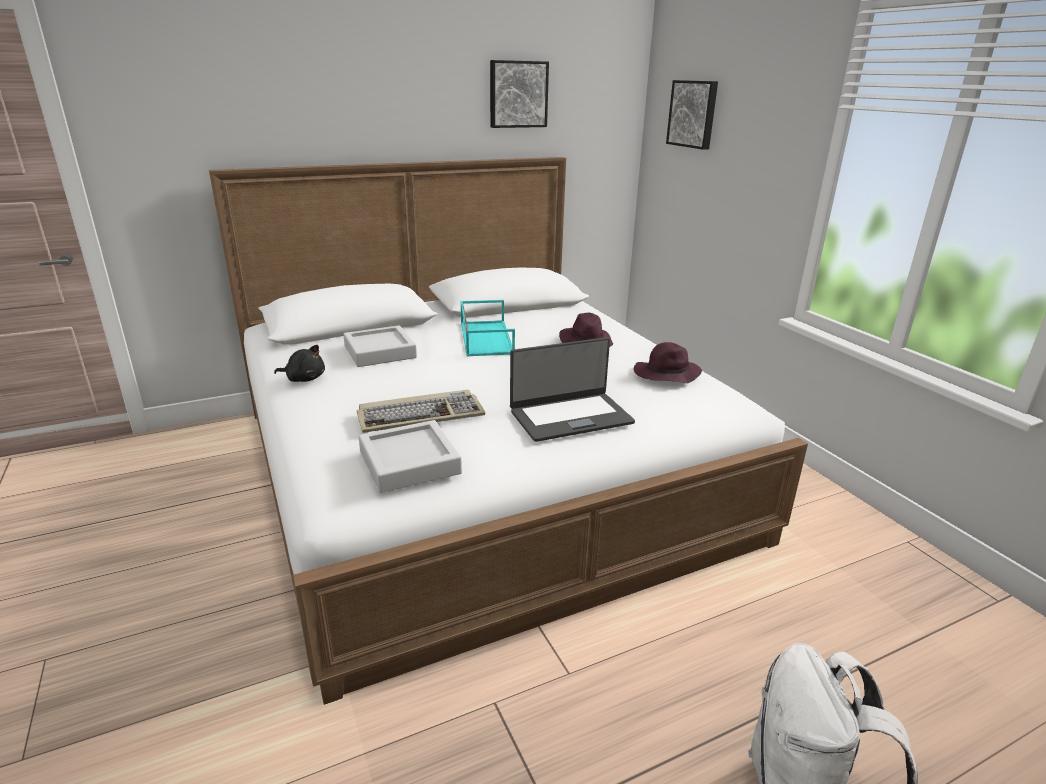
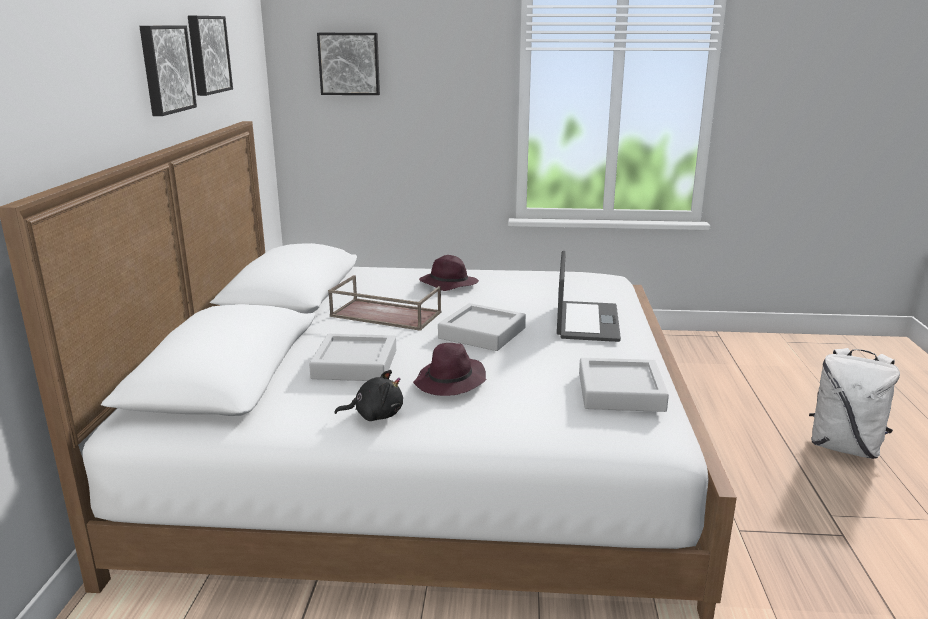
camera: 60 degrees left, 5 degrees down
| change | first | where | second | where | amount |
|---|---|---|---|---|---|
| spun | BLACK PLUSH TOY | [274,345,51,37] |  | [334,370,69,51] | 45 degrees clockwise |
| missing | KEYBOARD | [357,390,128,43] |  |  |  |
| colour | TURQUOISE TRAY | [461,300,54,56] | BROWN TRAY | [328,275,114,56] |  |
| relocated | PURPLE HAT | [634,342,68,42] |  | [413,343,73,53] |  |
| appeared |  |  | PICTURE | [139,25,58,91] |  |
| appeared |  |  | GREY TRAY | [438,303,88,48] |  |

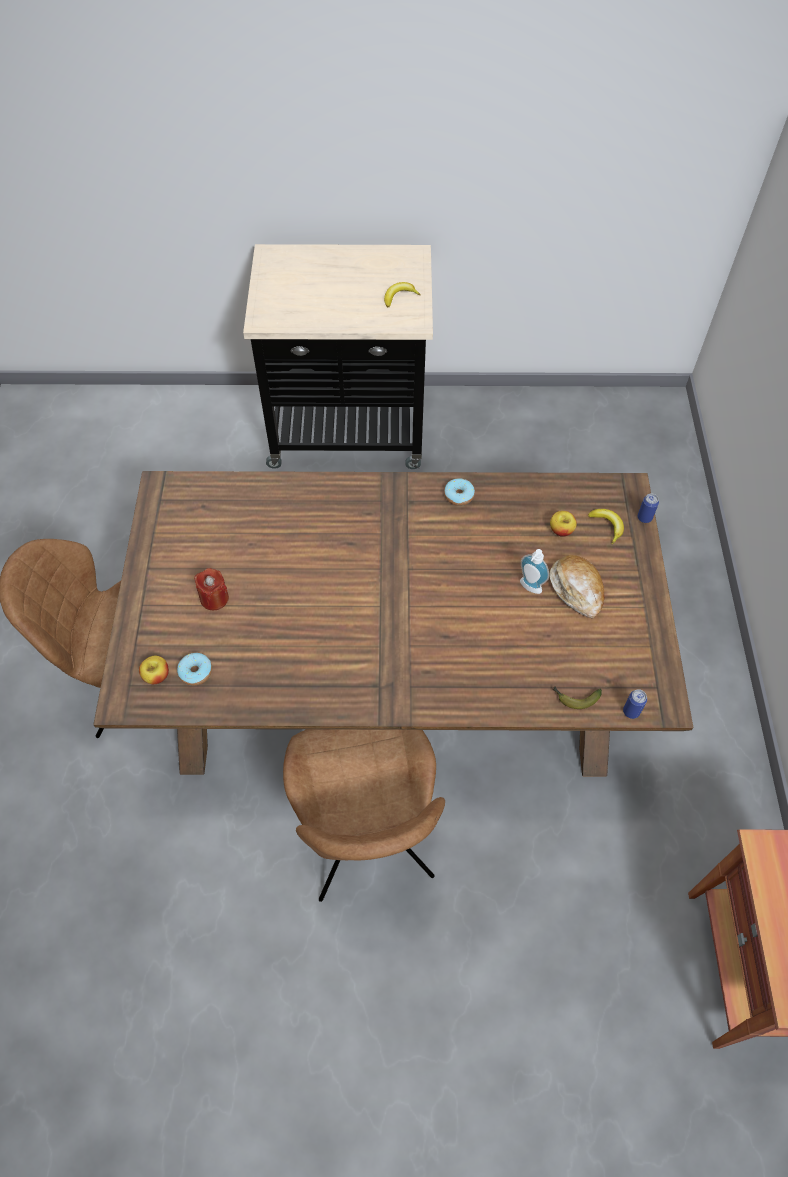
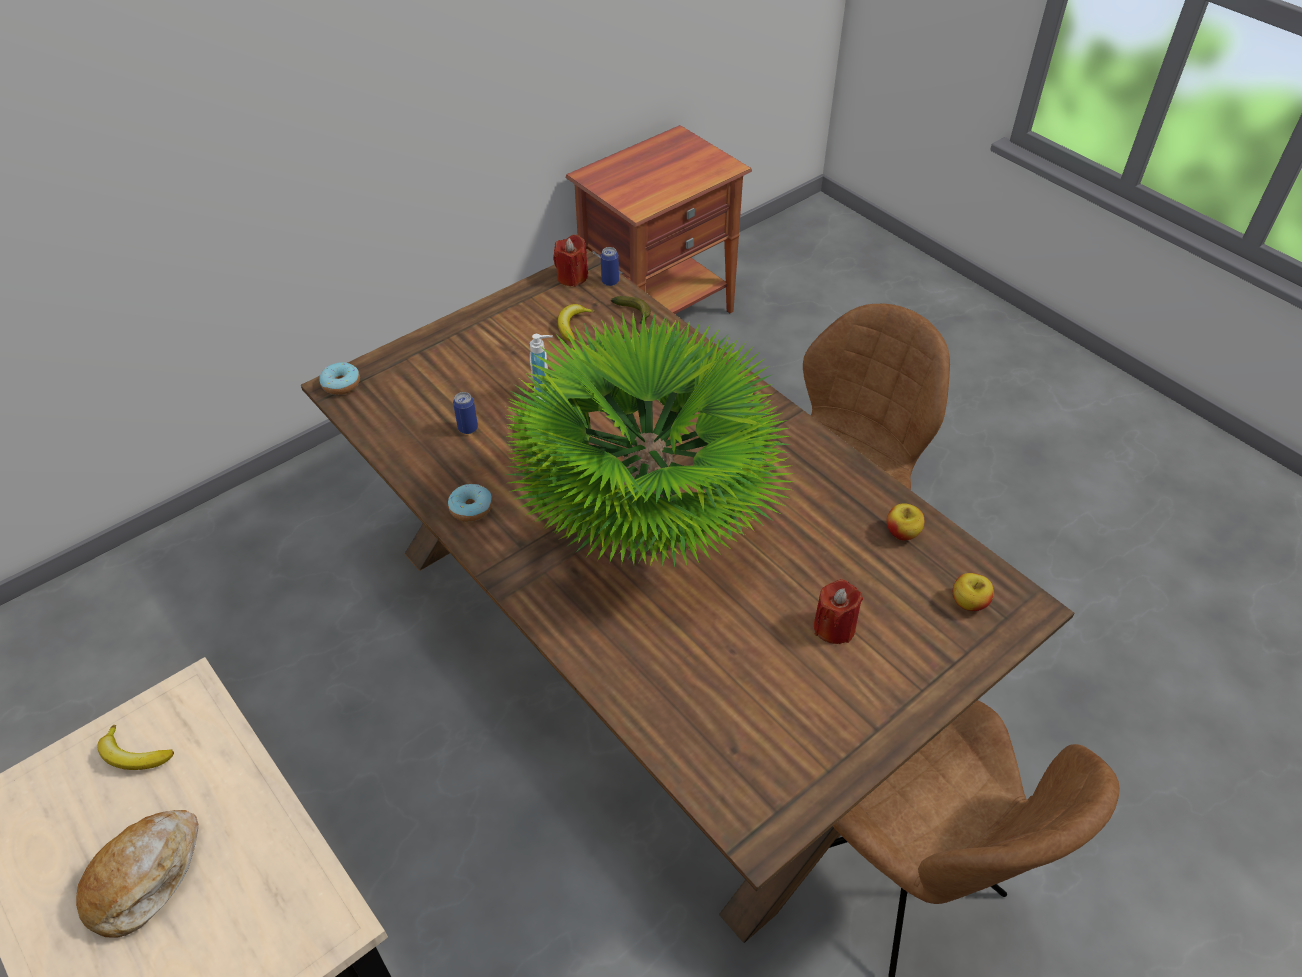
camera: 130 degrees left, 10 degrees down
| change | first | where | second | where | amount |
|---|---|---|---|---|---|
| relocated | DONUT | [177,653,35,33] |  | [319,362,41,33] |  |
| relocated | BREAD | [549,555,56,63] |  | [76,810,122,127] |  |
| relocated | APPLE | [550,511,27,26] |  | [887,503,37,38] |  |
| relocated | BANANA | [588,509,36,35] |  | [558,304,37,38] |  |
| relocated | CAN | [638,493,21,30] |  | [453,392,25,42] |  |
| appeared |  |  | POTTED PLANT | [504,313,290,254] |  |
| appeared |  |  | RED CANDLE | [553,235,35,52] |  |

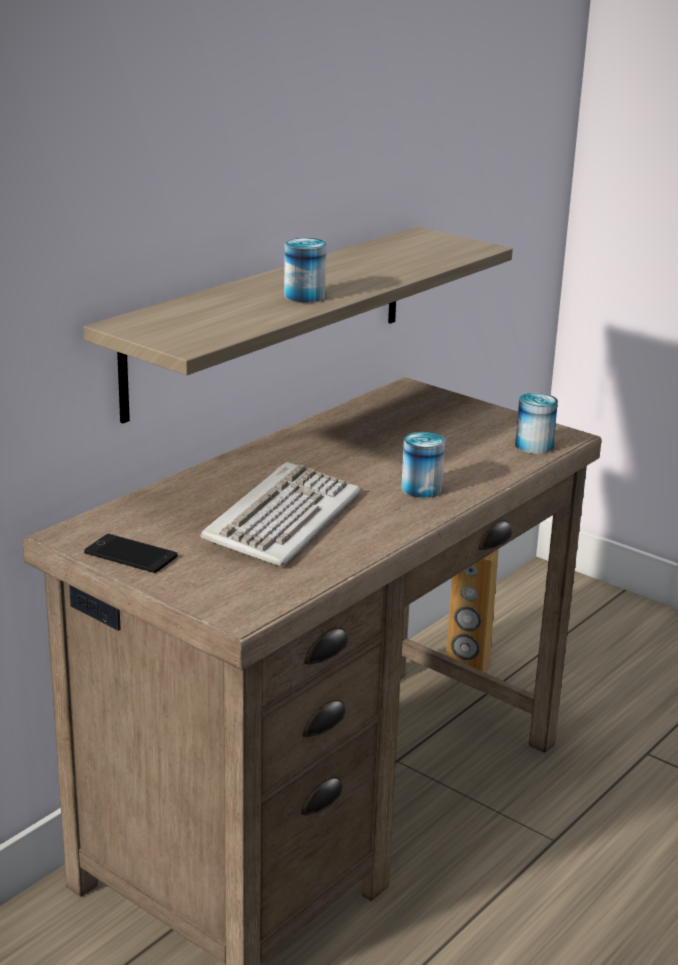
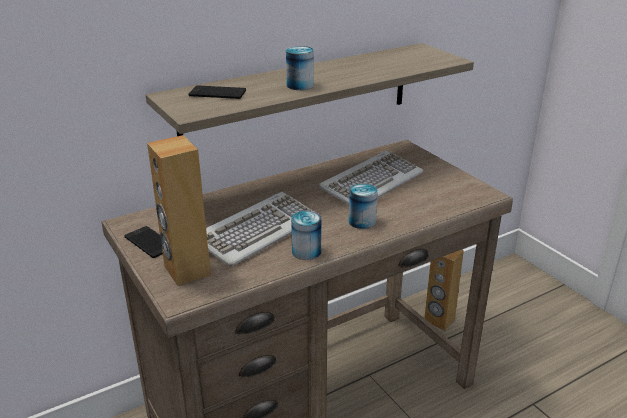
camera: 20 degrees right, 5 degrees up
| change | first | where | second | where | amount |
|---|---|---|---|---|---|
| relocated | CAN | [515,393,43,61] |  | [291,211,31,49] |  |
| appeared |  |  | BROWN SPEAKER | [147,135,64,151] |  |
| appeared |  |  | PHONE | [189,86,57,13] |  |
| appeared |  |  | KEYBOARD | [318,151,106,54] |  |

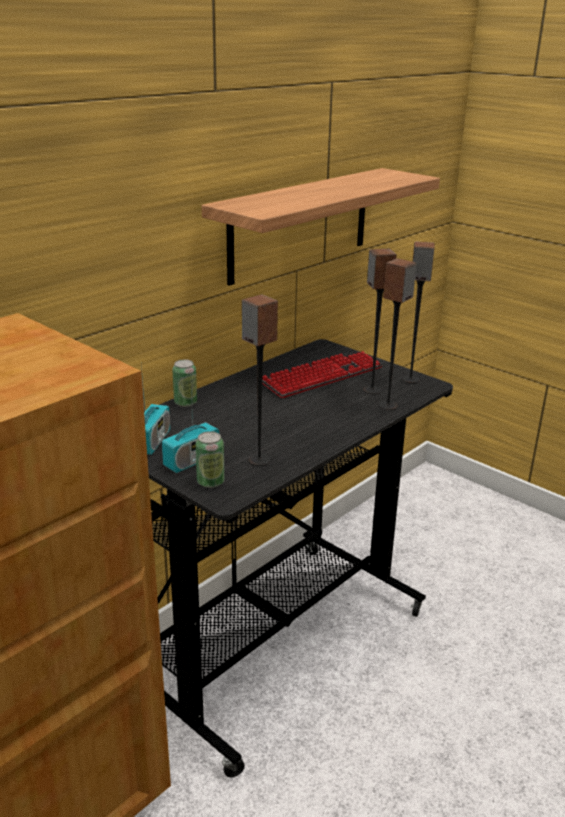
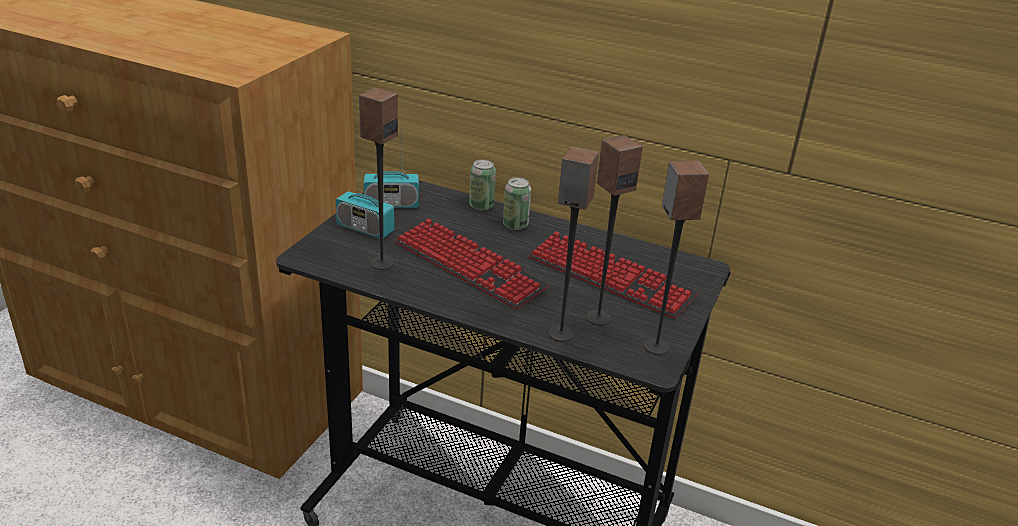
camera: 70 degrees right, 5 degrees up
| change | first | where | second | where | amount |
|---|---|---|---|---|---|
| relocated | CAN | [196,431,29,57] |  | [503,177,28,53] |  |
| missing | SHELF | [202,168,238,118] |  |  |  |
| appeared |  |  | KEYBOARD | [395,218,154,91] |  |

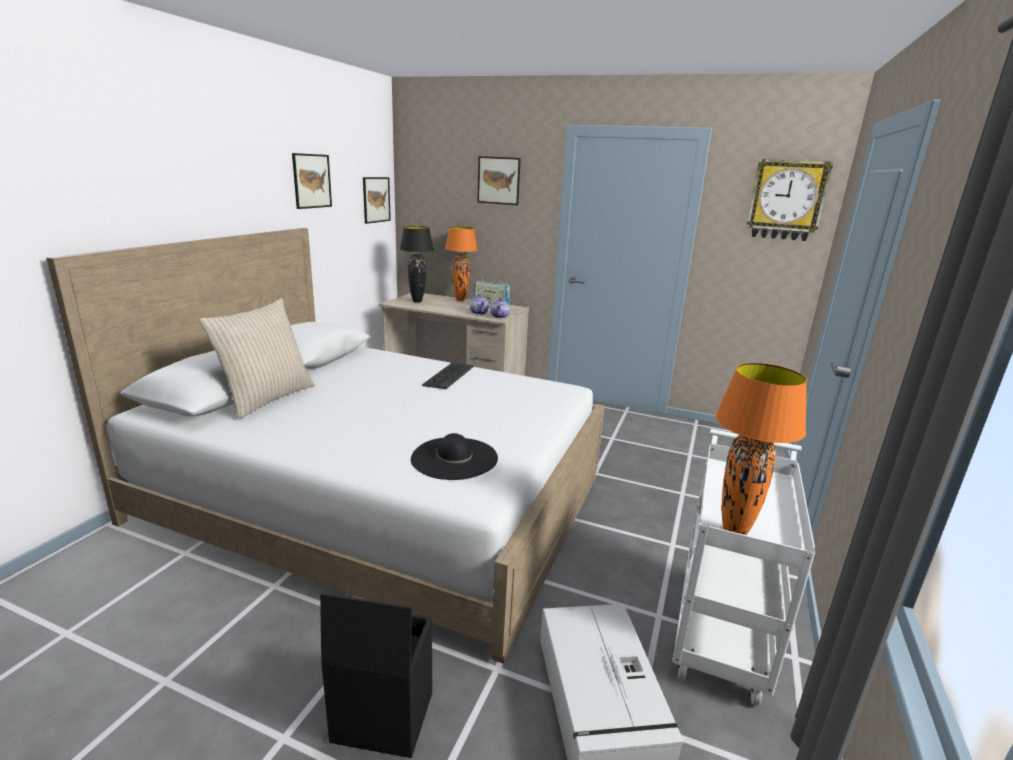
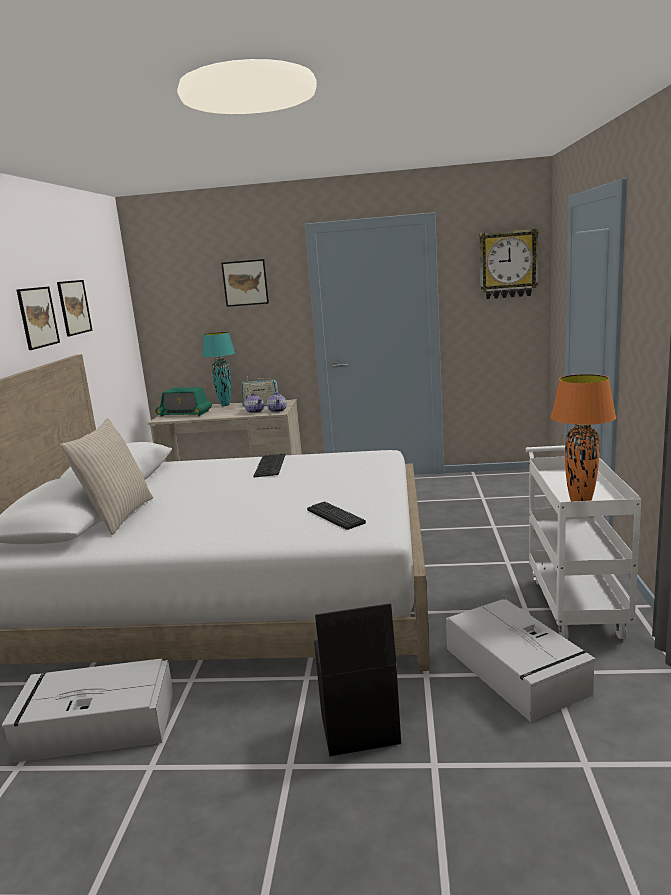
camera: 15 degrees left, 5 degrees down
| change | first | where | second | where | amount |
|---|---|---|---|---|---|
| relocated | PICTURE | [363,177,28,47] |  | [17,287,43,63] |  |
| exchanged | BLACK TABLE LAMP | [400,226,34,77] | RADIO | [155,387,57,30] |  |
| exchanged | BLACK HAT | [411,433,87,47] | KEYBOARD | [307,501,59,29] |  |
| colour | ORANGE TABLE LAMP | [445,227,33,74] | TURQUOISE TABLE LAMP | [202,332,33,74] |  |
| appeared |  |  | GREY STORAGE BOX | [2,658,172,105] |  |

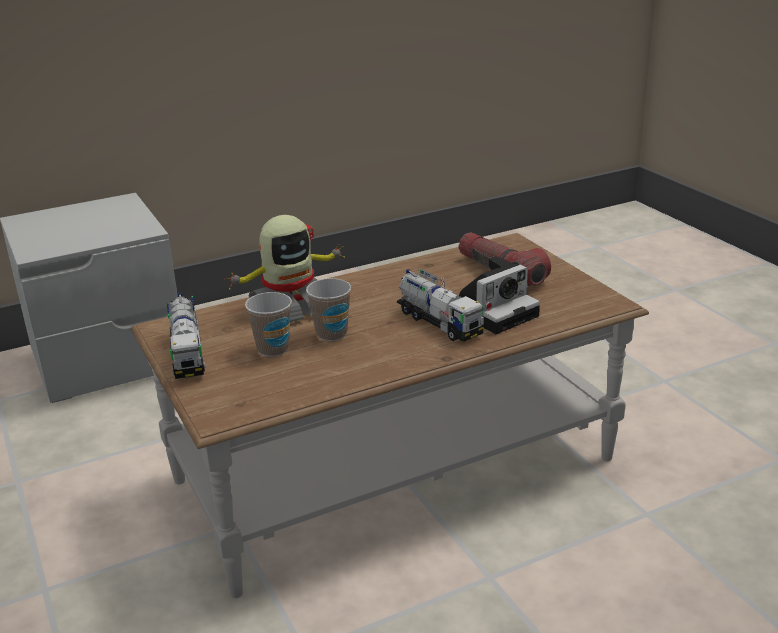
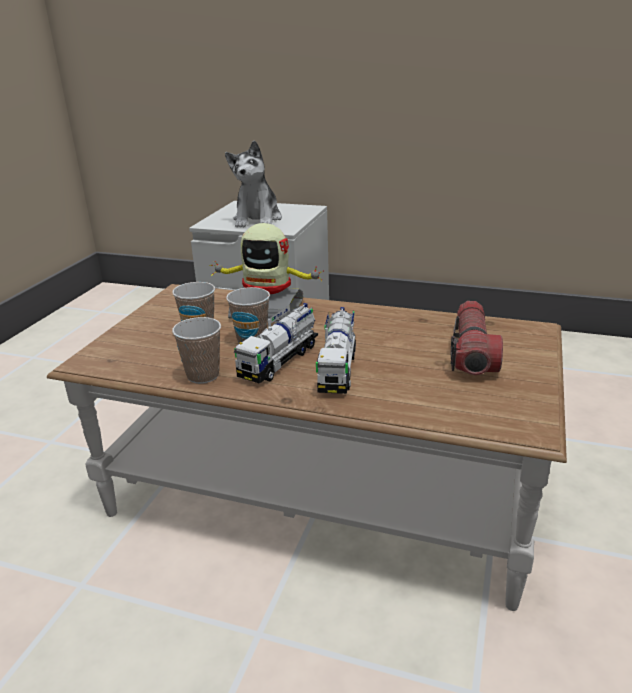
camera: 45 degrees right, 0 degrees up
| change | first | where | second | where | amount |
|---|---|---|---|---|---|
| relocated | TOY TRUCK | [167,293,38,86] |  | [234,303,84,81] |  |
| missing | PHOTO CAMERA | [458,256,82,78] |  |  |  |
| appeared |  |  | CUP | [172,317,49,67] |  |
| appeared |  |  | PLUSH TOY | [225,140,57,87] |  |

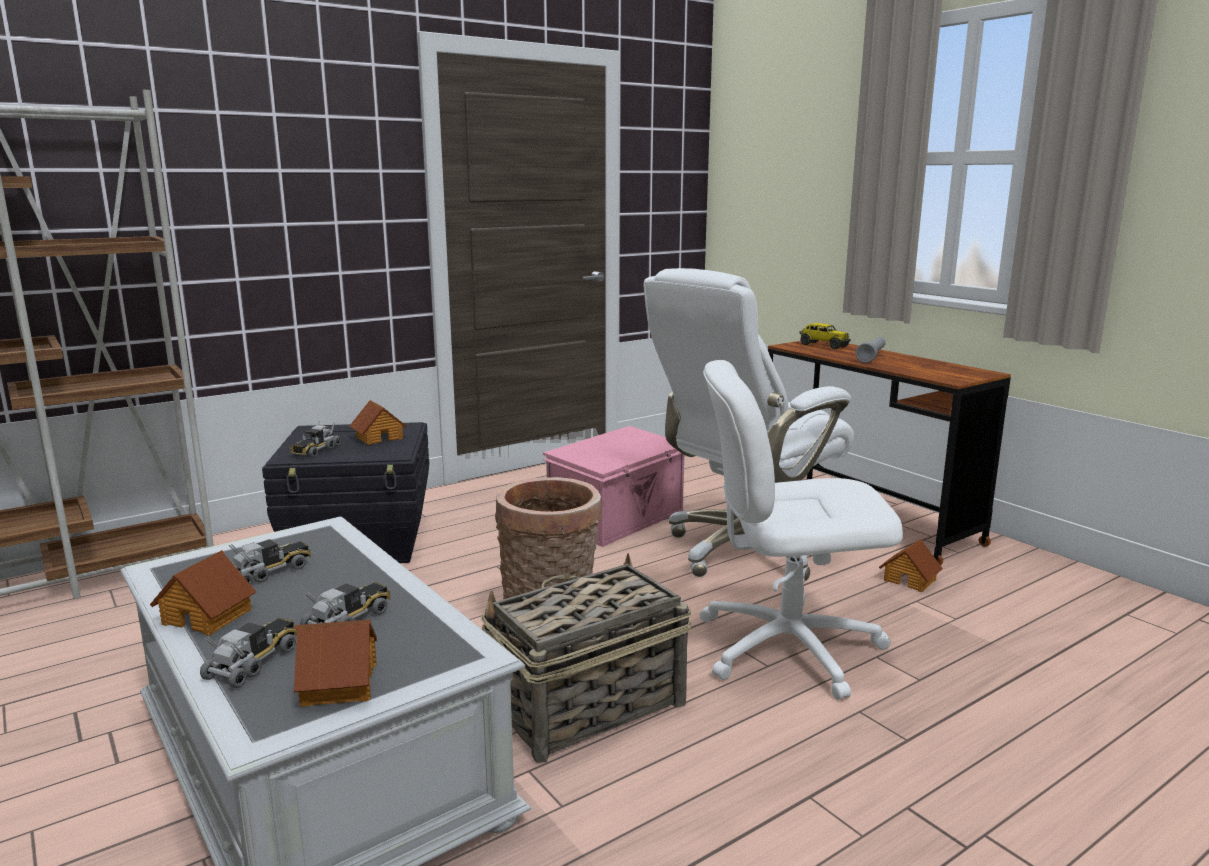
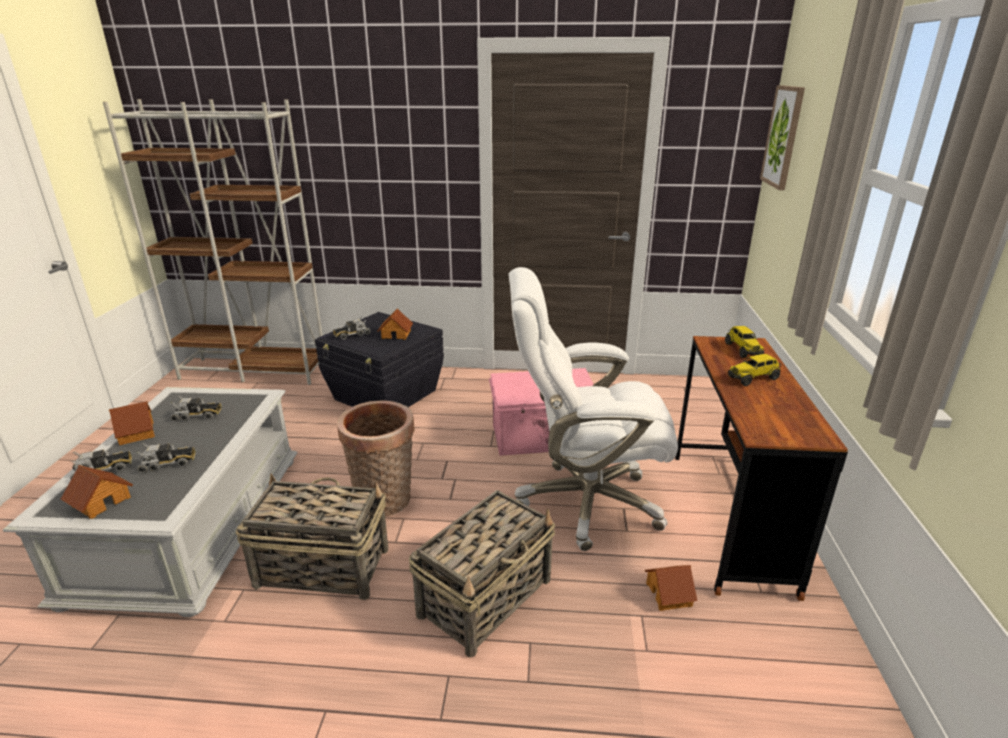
camera: 40 degrees right, 10 degrees up
| change | first | where | second | where | amount |
|---|---|---|---|---|---|
| exchanged | WHITE OFFICE CHAIR | [699,360,204,340] | BASKET | [409,490,146,167] |  |
| exchanged | GREY FLASHLIGHT | [856,337,30,26] | TOY TRUCK | [728,354,54,32] |  |
| appeared |  |  | PICTURE | [760,85,45,105] |  |

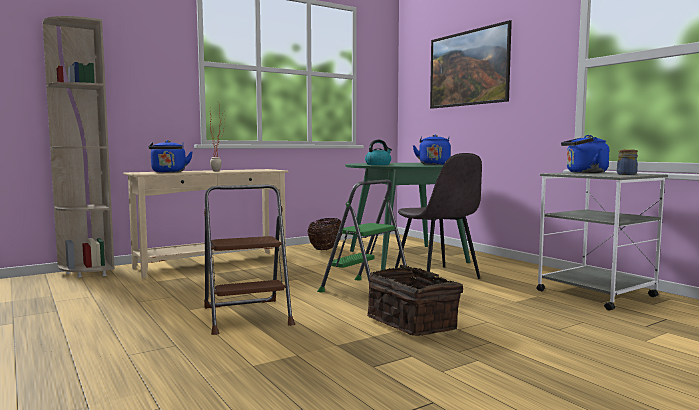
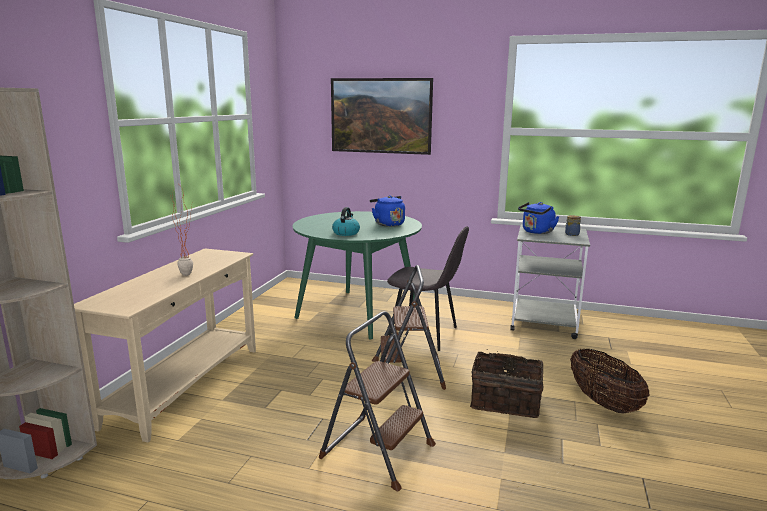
camera: 40 degrees left, 10 degrees up
| change | first | where | second | where | amount |
|---|---|---|---|---|---|
| missing | BLUE KETTLE | [149,140,44,33] |  |  |  |
| relocated | BASKET | [308,218,34,32] |  | [570,349,79,64] |  |
| colour | GREEN STEP LADDER | [317,179,90,114] | BROWN STEP LADDER | [372,265,74,125] |  |

